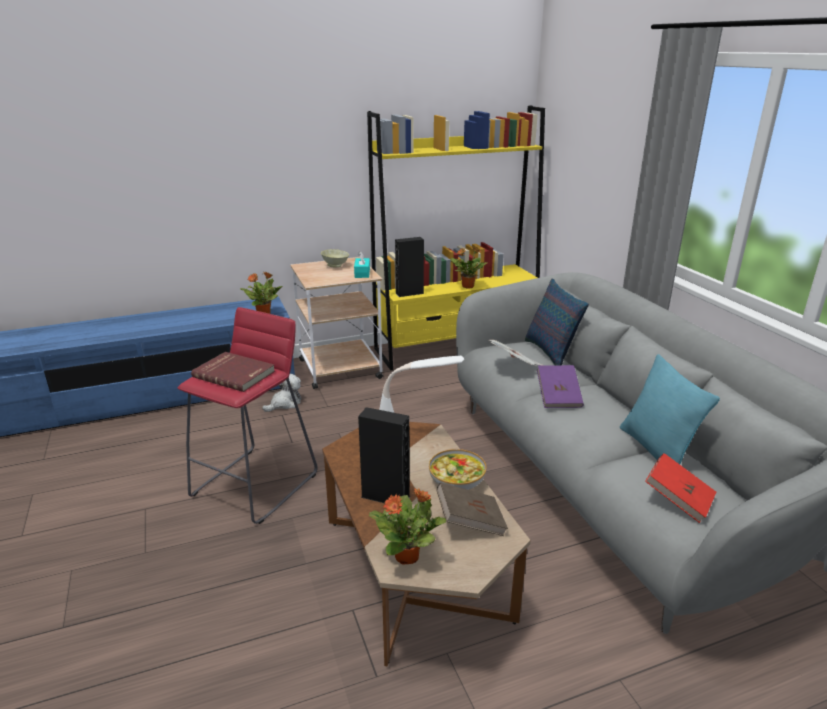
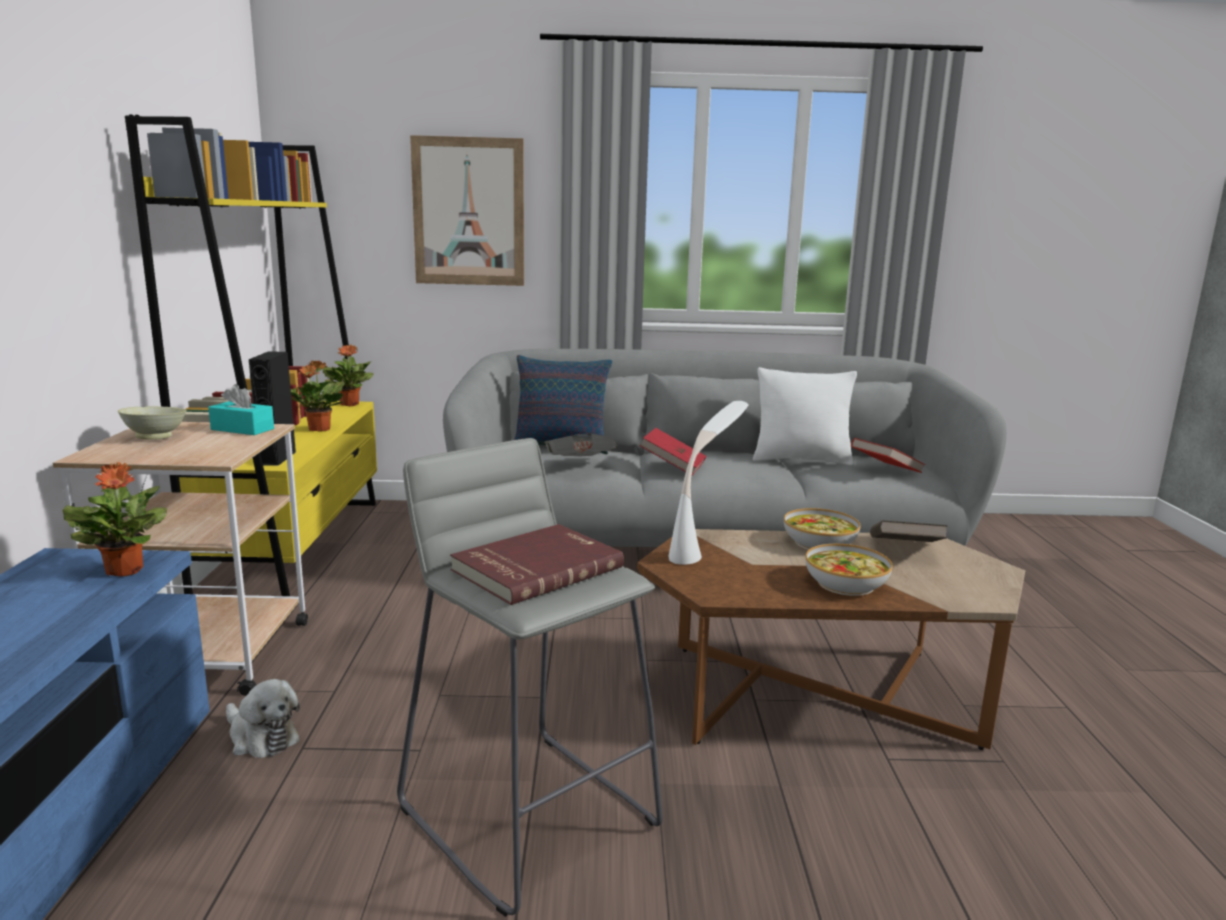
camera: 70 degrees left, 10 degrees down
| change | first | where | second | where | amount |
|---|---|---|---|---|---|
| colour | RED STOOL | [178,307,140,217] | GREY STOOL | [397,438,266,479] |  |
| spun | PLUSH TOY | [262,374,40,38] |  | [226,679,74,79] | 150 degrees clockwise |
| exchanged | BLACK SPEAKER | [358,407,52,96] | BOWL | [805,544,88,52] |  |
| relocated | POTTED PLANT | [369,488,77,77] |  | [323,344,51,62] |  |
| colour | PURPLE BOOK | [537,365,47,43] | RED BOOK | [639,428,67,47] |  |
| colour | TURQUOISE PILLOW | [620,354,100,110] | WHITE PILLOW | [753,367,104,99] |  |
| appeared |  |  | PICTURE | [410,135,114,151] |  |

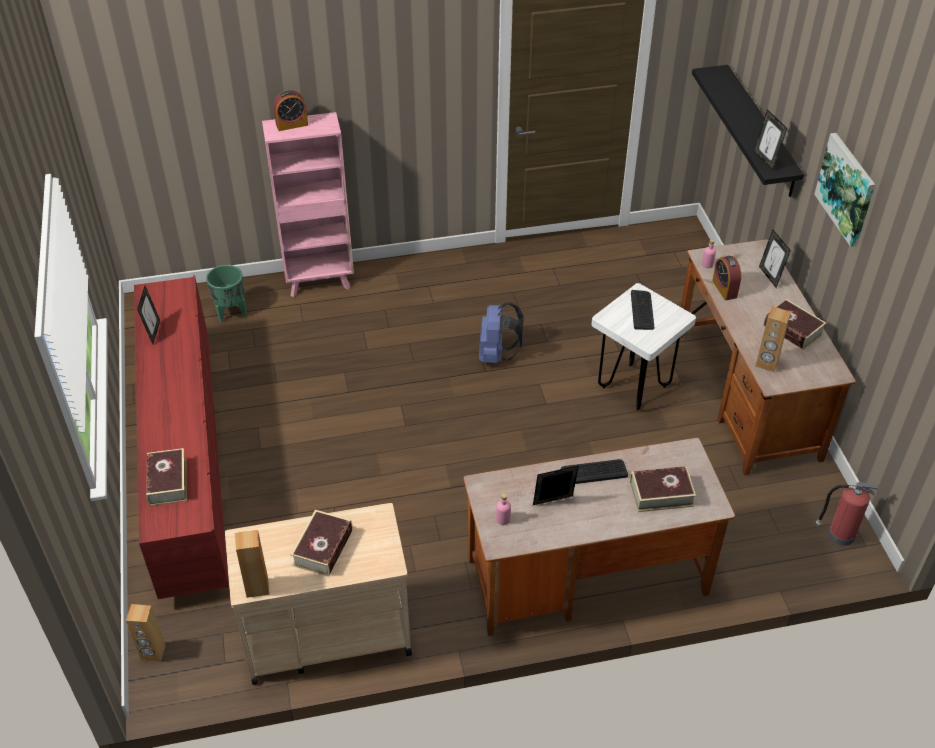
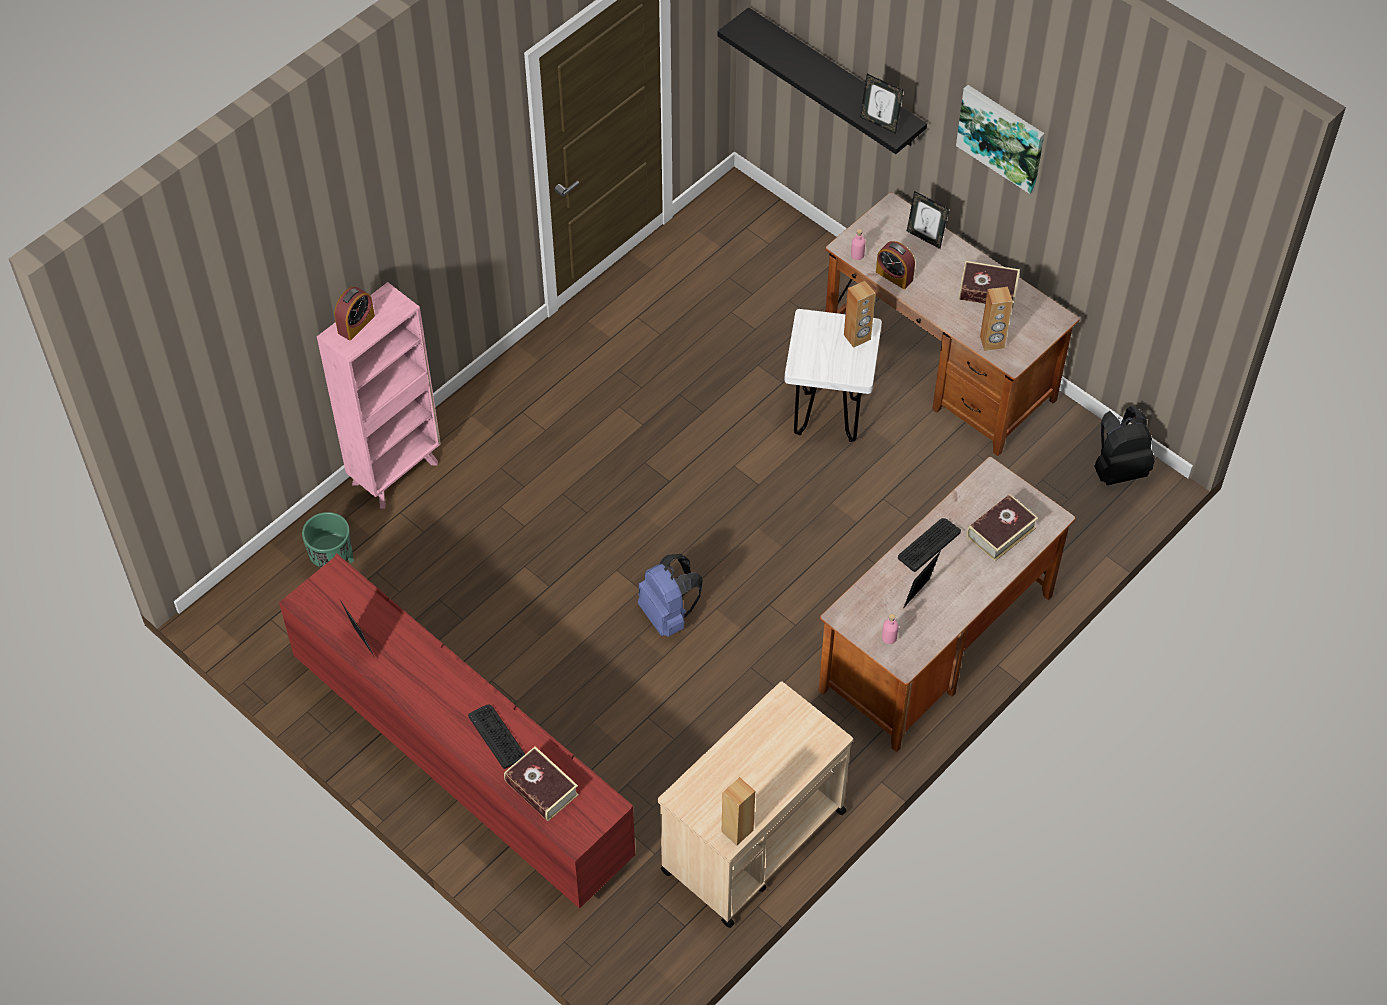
camera: 35 degrees left, 10 degrees up
| change | first | where | second | where | amount |
|---|---|---|---|---|---|
| relocated | BROWN SPEAKER | [126,604,40,58] |  | [844,281,32,67] |  |
| missing | BOOK | [291,510,62,66] |  |  |  |
| relocated | BLUE BACKPACK | [479,302,45,61] |  | [638,554,65,83] |  |
| relocated | KEYBOARD | [631,290,23,40] |  | [468,704,57,65] |  |
| exchanged | FIRE EXTINGUISHER | [816,482,63,64] | BLACK BACKPACK | [1094,406,61,79] |  |

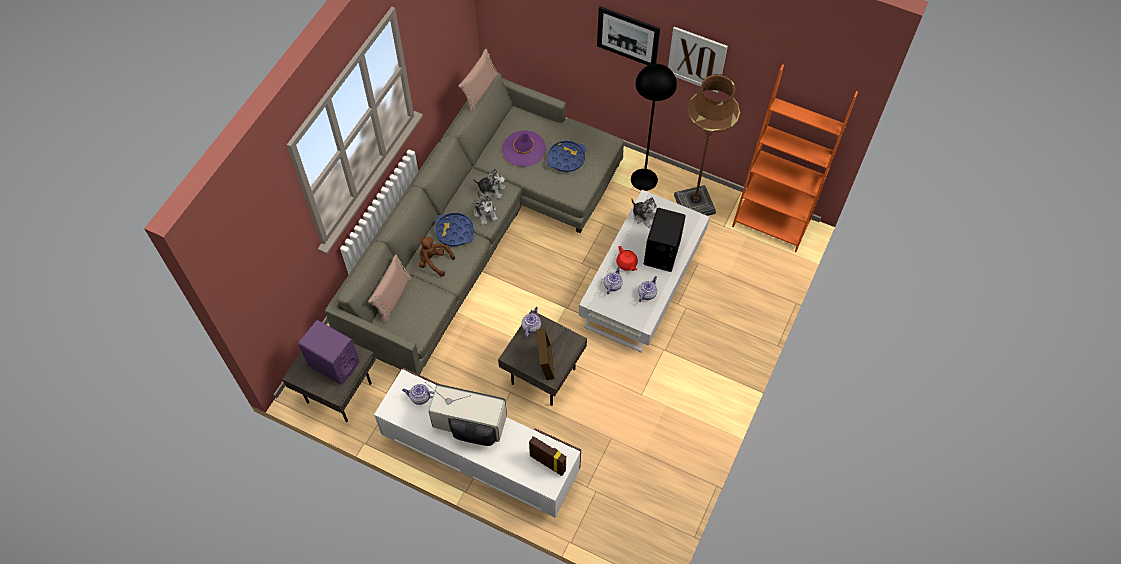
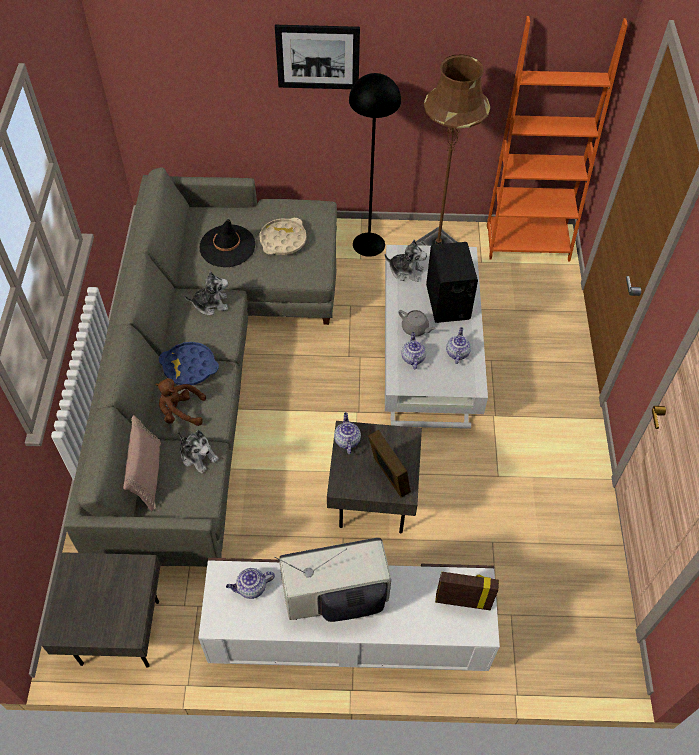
camera: 25 degrees left, 5 degrees down
| change | first | where | second | where | amount |
|---|---|---|---|---|---|
| missing | PURPLE SPEAKER | [298,320,62,65] |  |  |  |
| missing | BEIGE PILLOW | [458,49,40,62] |  |  |  |
| relocated | PLUSH TOY | [474,192,24,33] |  | [177,430,42,44] |  |
| colour | PURPLE HAT | [502,131,44,36] | BLACK HAT | [200,219,56,48] |  |
| colour | BLUE TRAY | [546,140,40,32] | BEIGE TRAY | [259,218,48,37] |  |
| colour | RED TEAPOT | [616,246,22,25] | GREY TEAPOT | [398,310,38,26] |  |
| missing | PICTURE | [668,27,60,66] |  |  |  |

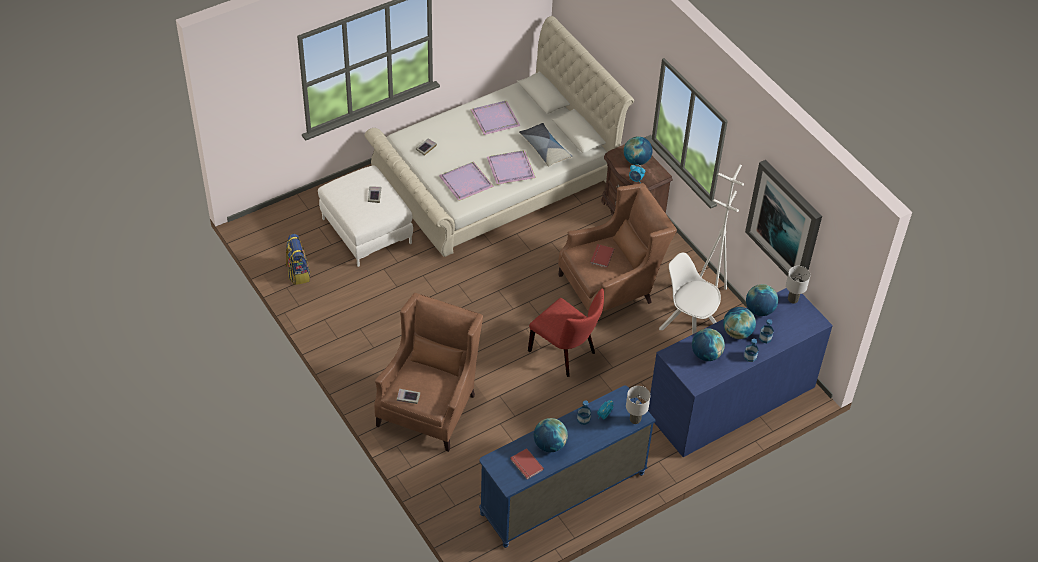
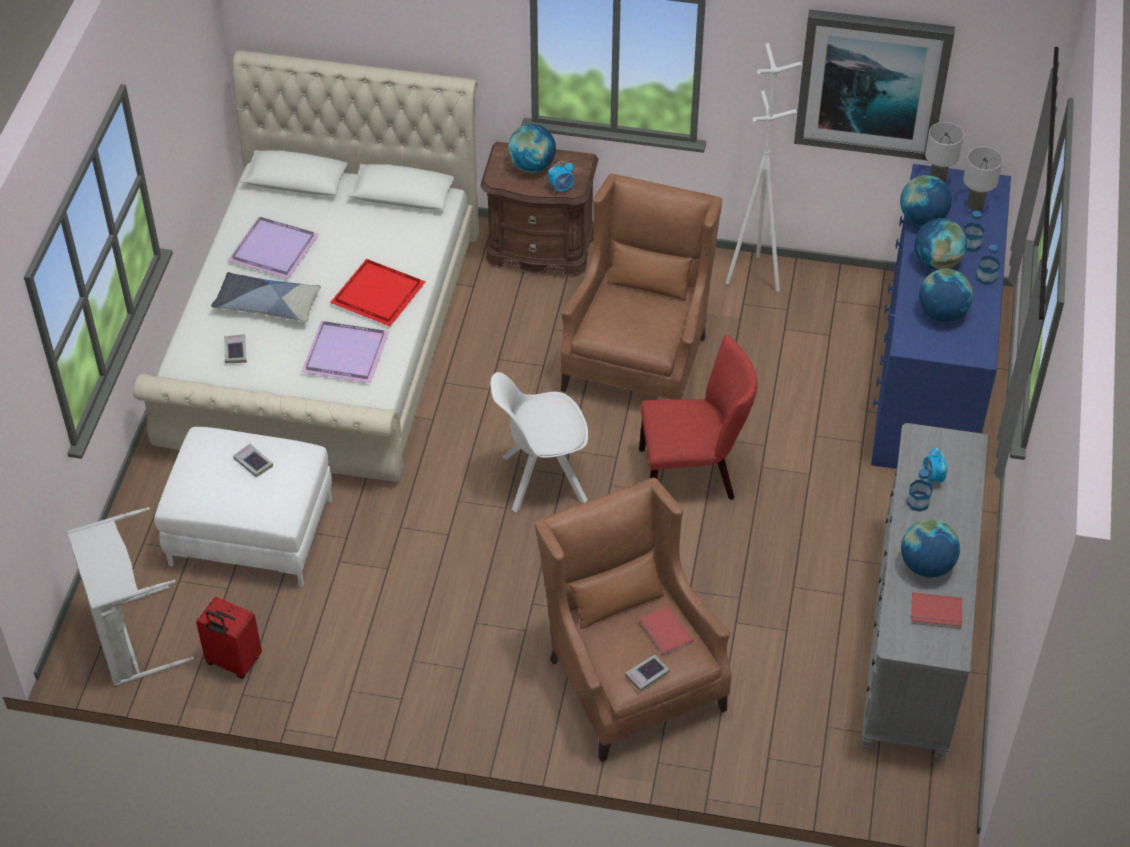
camera: 45 degrees left, 0 degrees up
| change | first | where | second | where | amount |
|---|---|---|---|---|---|
| exchanged | BACKPACK | [286,234,24,51] | RED SUITCASE | [196,597,66,81] |  |
| colour | BLUE DRESSER | [479,386,177,162] | GREY DRESSER | [861,423,127,338] |  |
| colour | PURPLE TRAY | [487,150,49,35] | RED TRAY | [330,259,96,67] |  |
| relocated | PILLOW | [519,123,53,44] |  | [211,272,110,50] |  |
| relocated | RED BOOK | [590,244,24,24] |  | [639,605,54,51] |  |
| relocated | WHITE TABLE LAMP | [626,386,24,38] |  | [963,147,40,64] |  |
| relocated | WHITE CHAIR | [659,253,62,81] |  | [490,372,98,140] |  |
| appeared |  |  | GREY LAUNDRY BASKET | [67,507,127,179] |  |

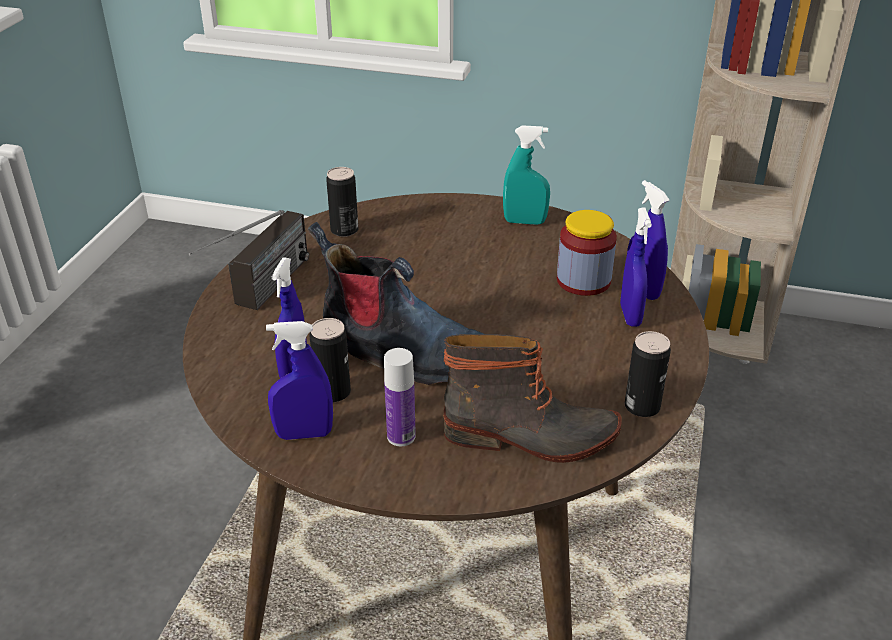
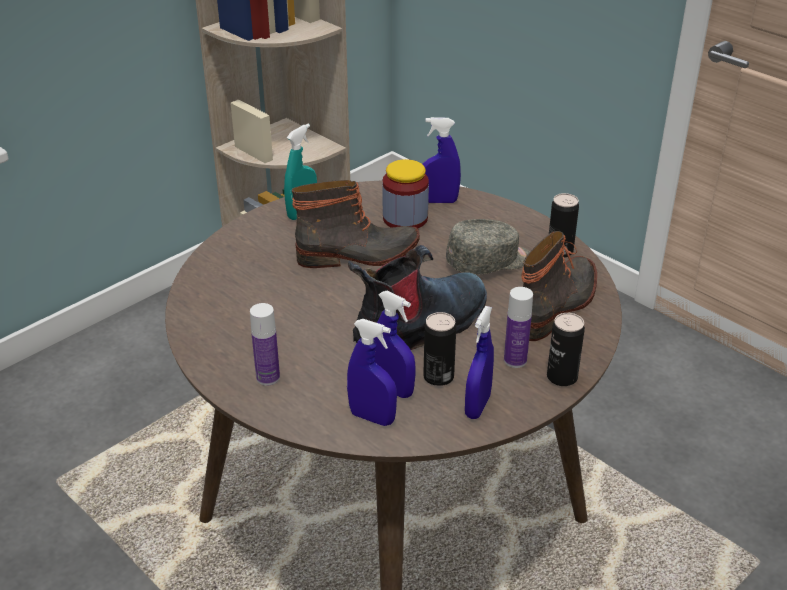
camera: 60 degrees left, 0 degrees up
| change | first | where | second | where | amount |
|---|---|---|---|---|---|
| exchanged | RADIO | [188,210,121,100] | BOTTLE | [250,303,30,83] |  |
| relocated | CAN | [326,167,32,70] |  | [547,313,38,73] |  |
| relocated | BLUE SPRAY BOTTLE | [620,207,32,120] |  | [347,319,50,107] |  |
| appeared |  |  | BOOT | [292,180,128,88] |  |
| appeared |  |  | GREY CAP | [446,219,84,56] |  |

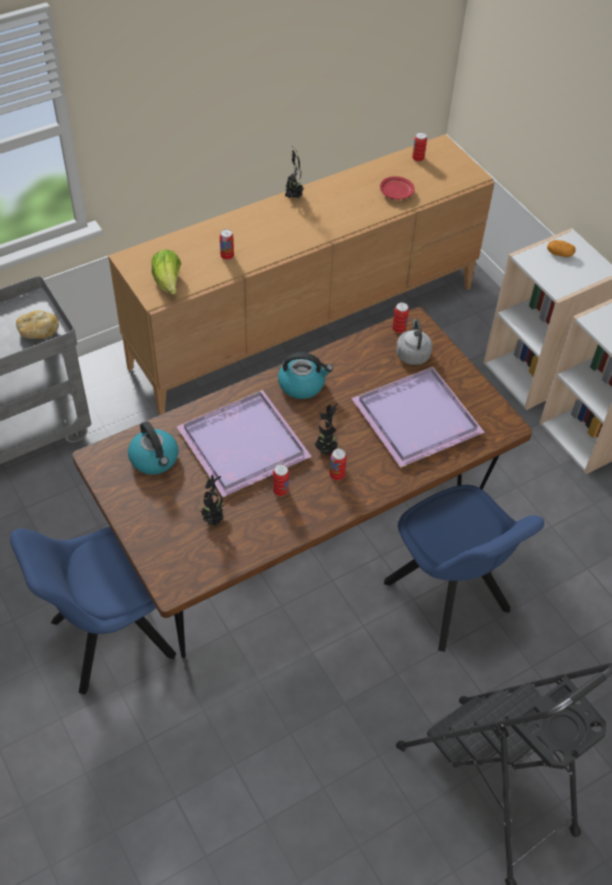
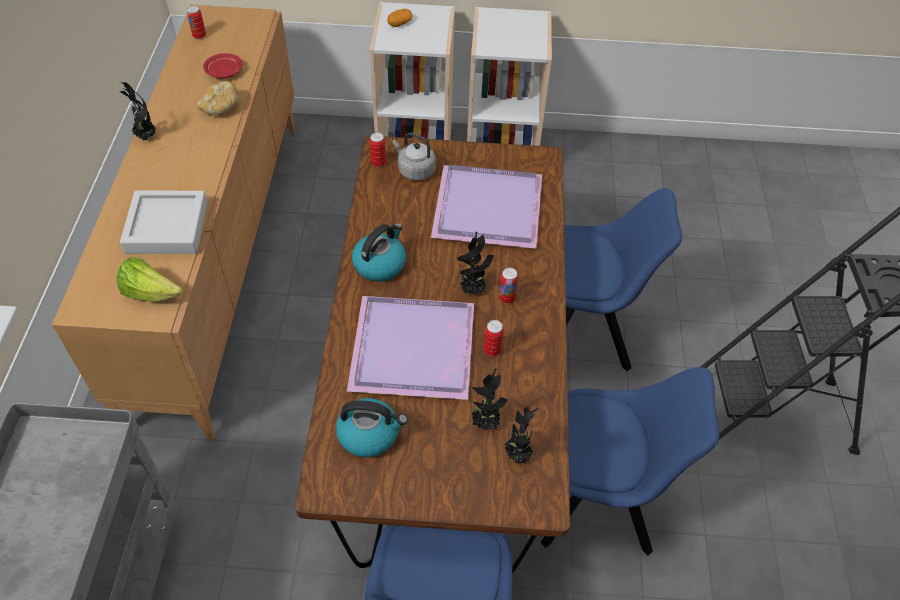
camera: 55 degrees left, 0 degrees up
| change | first | where | second | where | amount |
|---|---|---|---|---|---|
| relocated | BREAD | [16,310,43,29] |  | [197,81,42,34] |  |
| exchanged | CAN | [220,229,14,31] | GREY TRAY | [120,191,88,63] |  |
| appeared |  |  | POTTED PLANT | [504,407,35,57] |  |
| appeared |  |  | BLUE CHAIR | [541,367,178,189] |  |

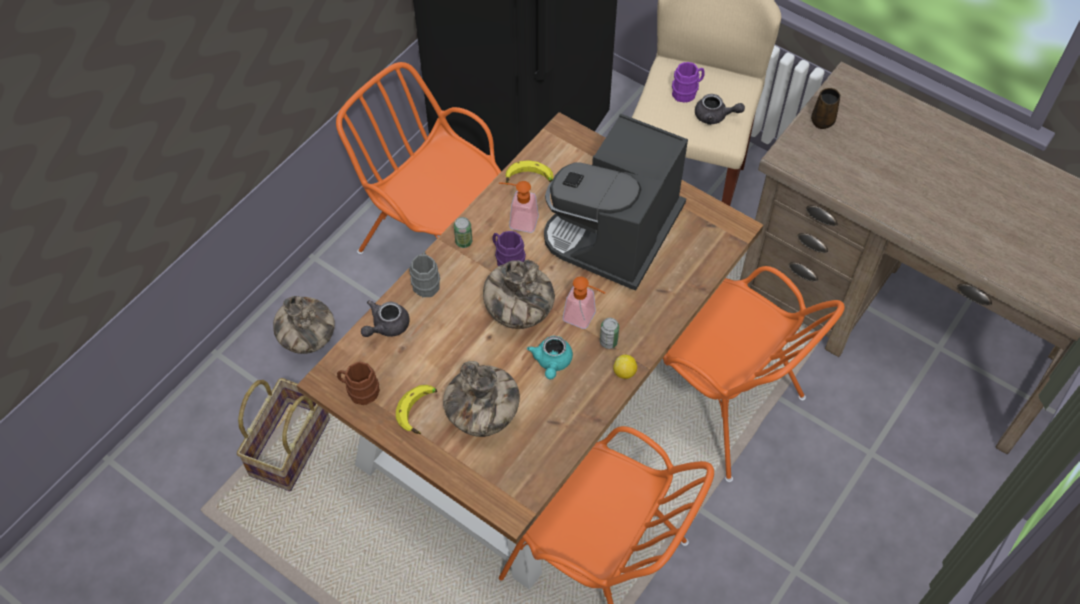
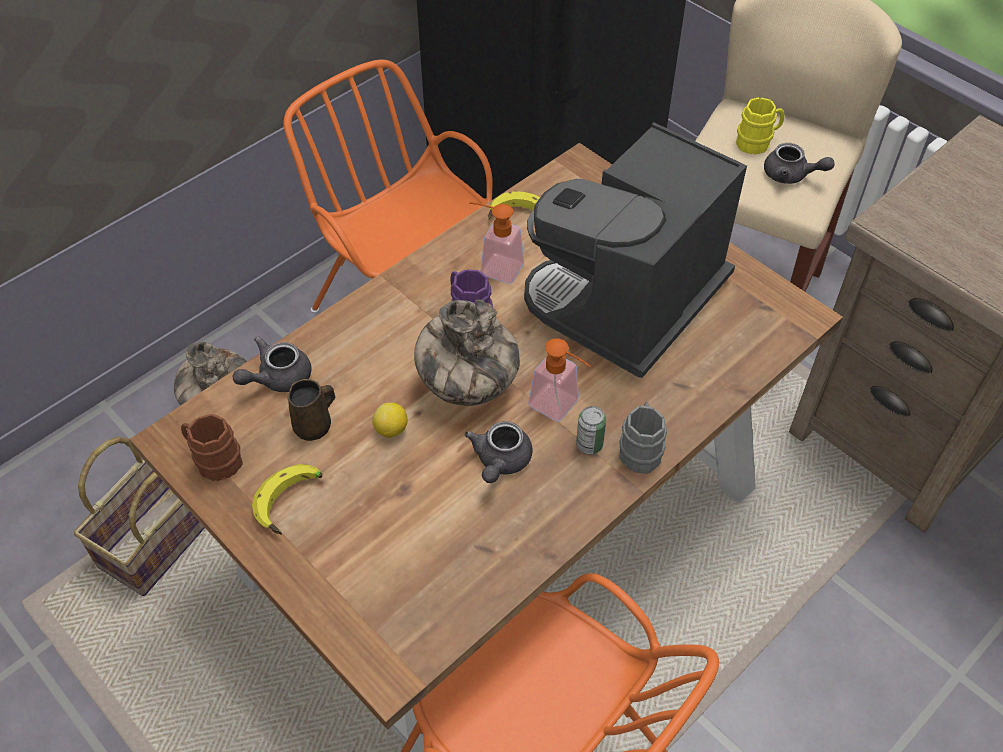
camera: 10 degrees right, 5 degrees down
| change | first | where | second | where | amount |
|---|---|---|---|---|---|
| relocated | GREY MUG | [409,251,31,46] |  | [619,402,48,72] |  |
| missing | VASE | [443,361,77,76] |  |  |  |
| missing | CAN | [454,217,18,31] |  |  |  |
| colour | TURQUOISE TEAPOT | [527,336,46,44] | GREY TEAPOT | [464,421,69,62] |  |
| relocated | LEMON | [613,355,24,24] |  | [372,403,36,35] |  |
| missing | ORANGE CHAIR | [662,266,183,217] |  |  |  |
| colour | PURPLE MUG | [672,62,33,41] | YELLOW MUG | [736,97,48,57] |  |
| relocated | BROWN MUG | [811,88,30,41] |  | [288,379,47,62] |  |

